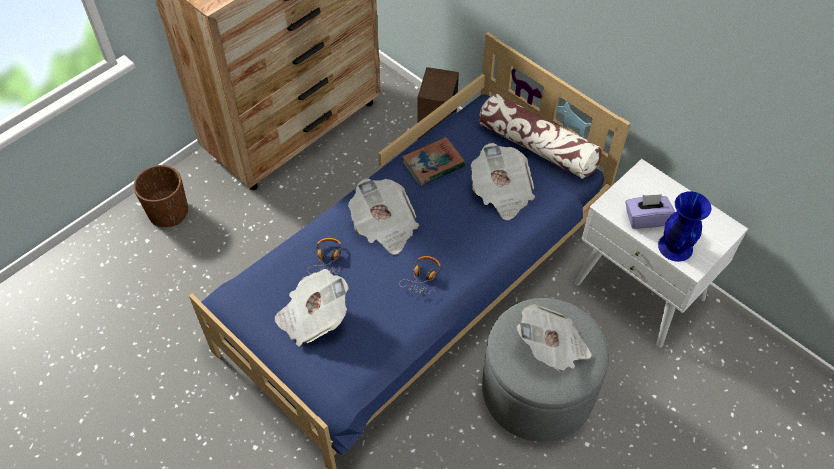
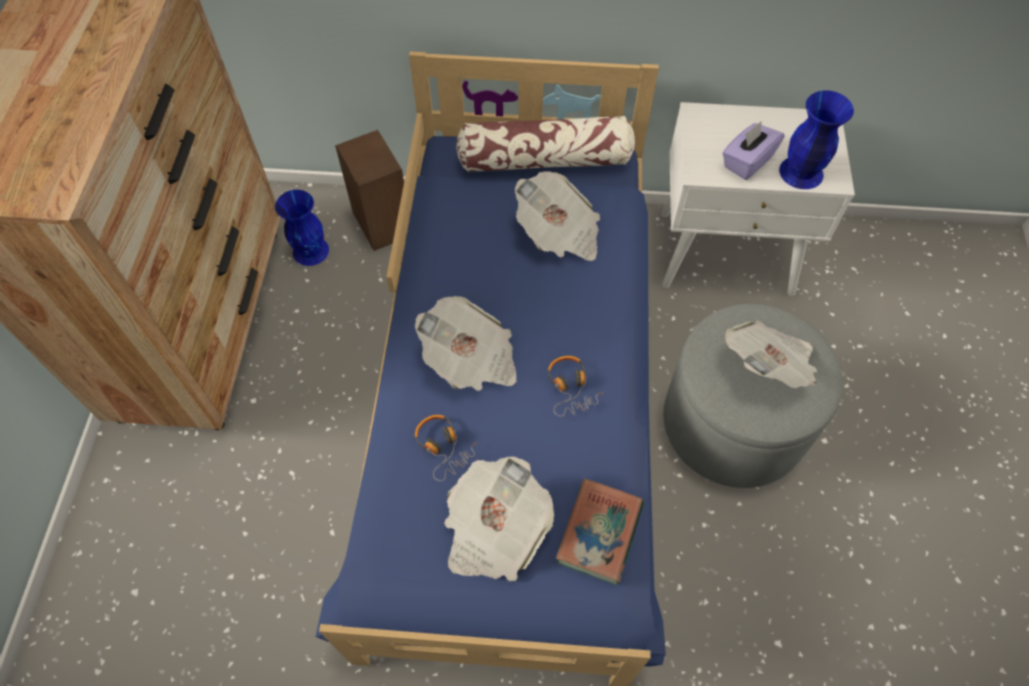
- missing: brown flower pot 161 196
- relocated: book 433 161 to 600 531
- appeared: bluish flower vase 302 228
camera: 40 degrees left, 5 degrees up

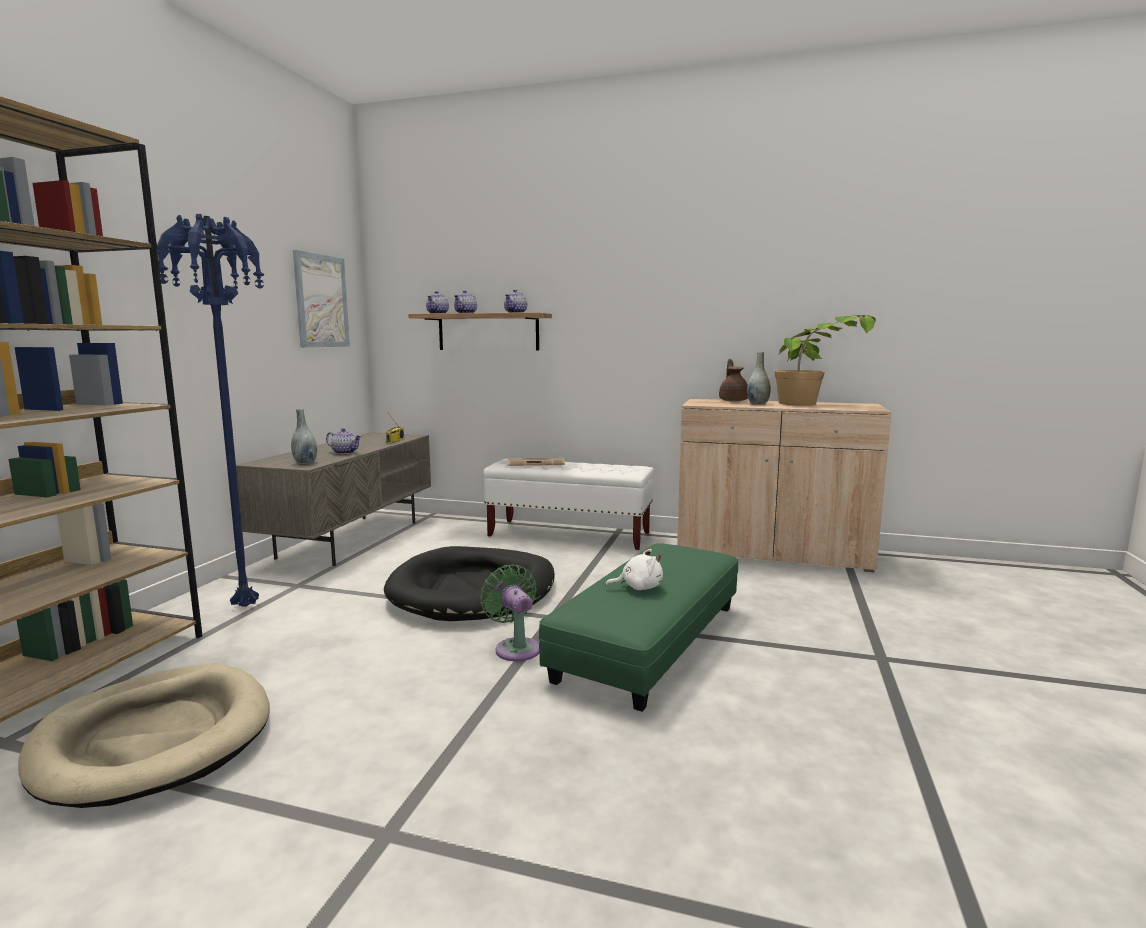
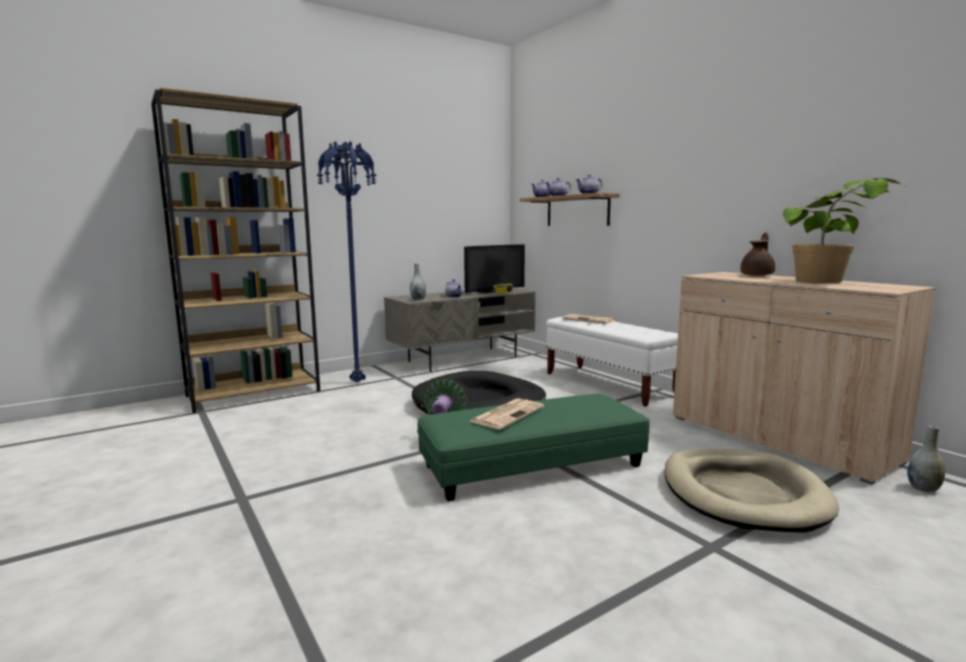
- relocated: sand-coloured dog bed 144 736 to 751 490
- missing: wall picture 321 299
- exchanged: whitish cuddly toy 634 569 to daily paper 506 413
- relocated: gray flower vase 759 378 to 926 459
- appeared: TV 494 268
camera: 40 degrees right, 0 degrees up

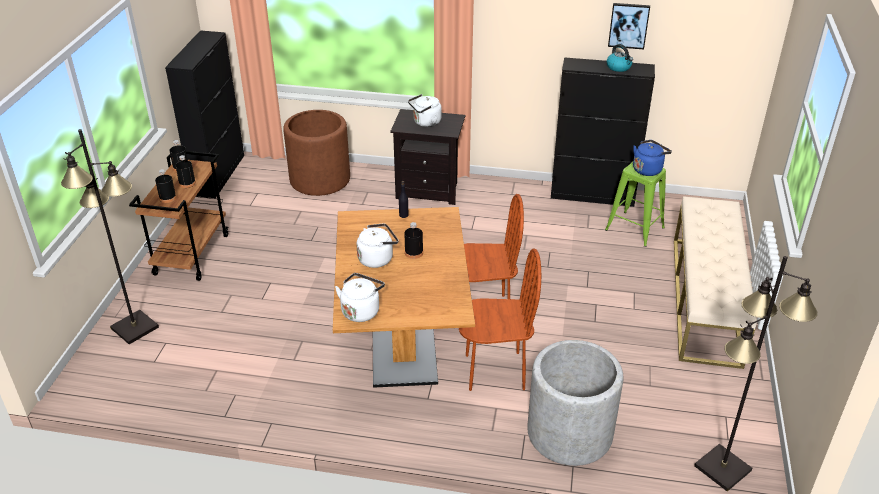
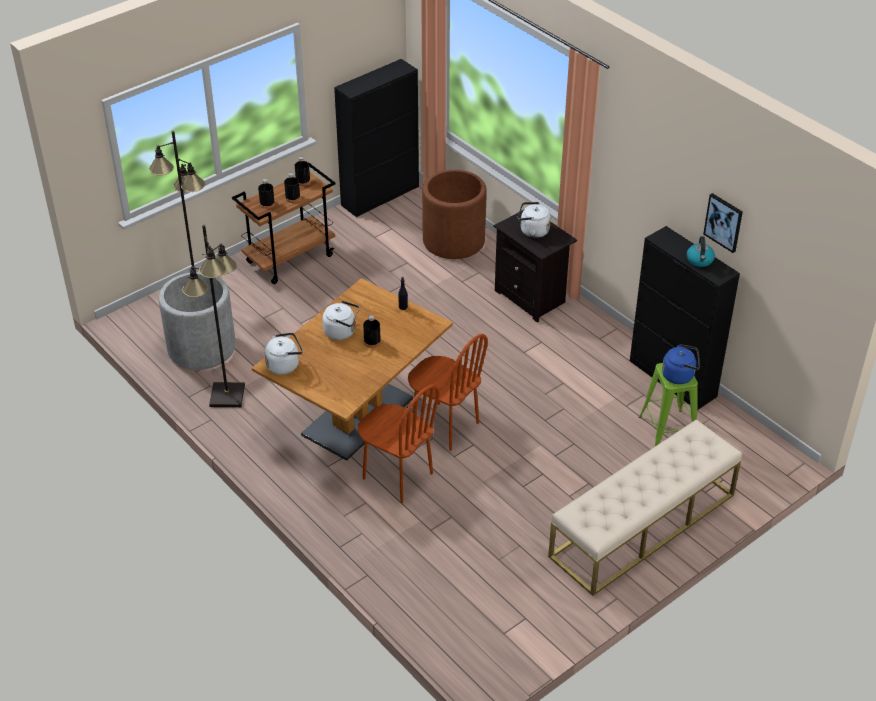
- relocated: gray flower pot 575 403 to 197 321
- relocated: black-coloured standard lamp 755 373 to 213 316
camera: 40 degrees right, 5 degrees up

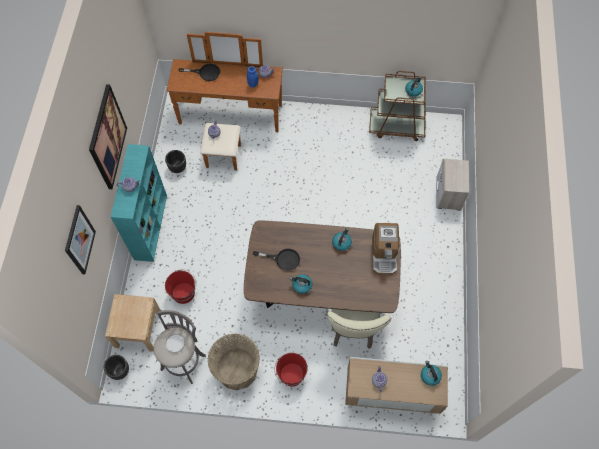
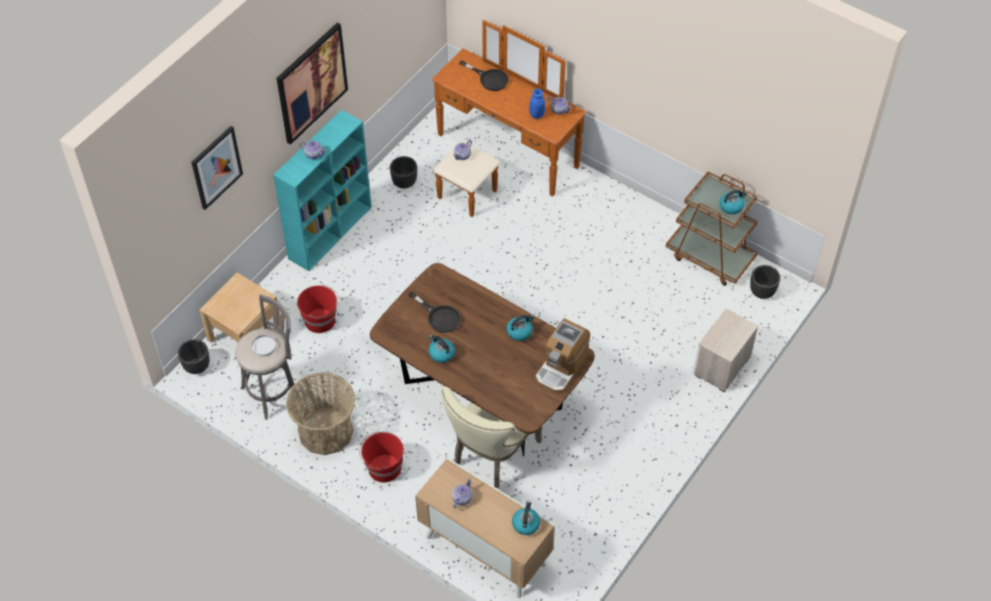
- appeared: black-coloured flower pot 765 282
camera: 30 degrees right, 10 degrees down

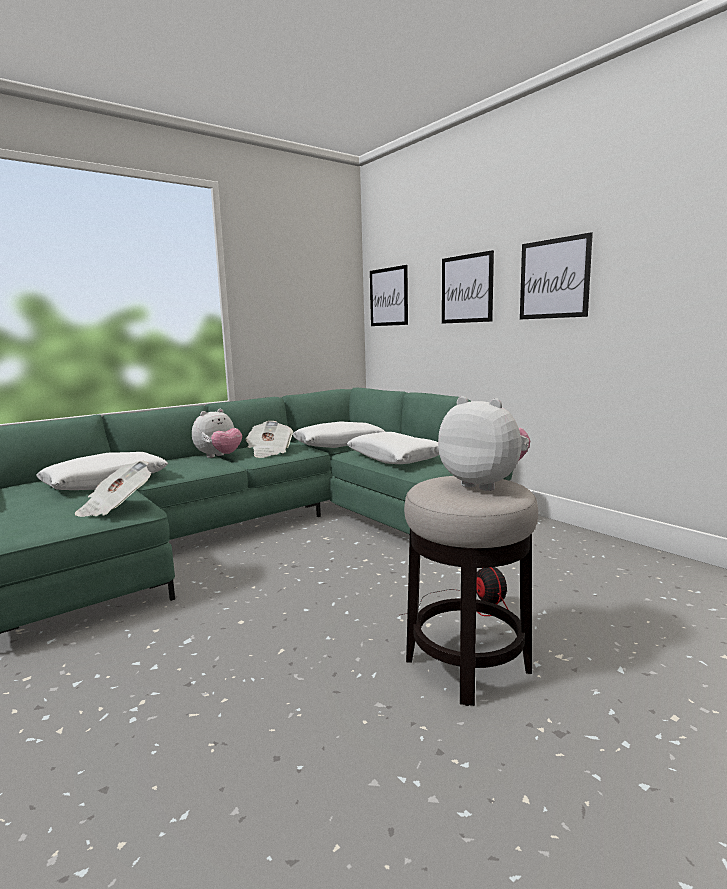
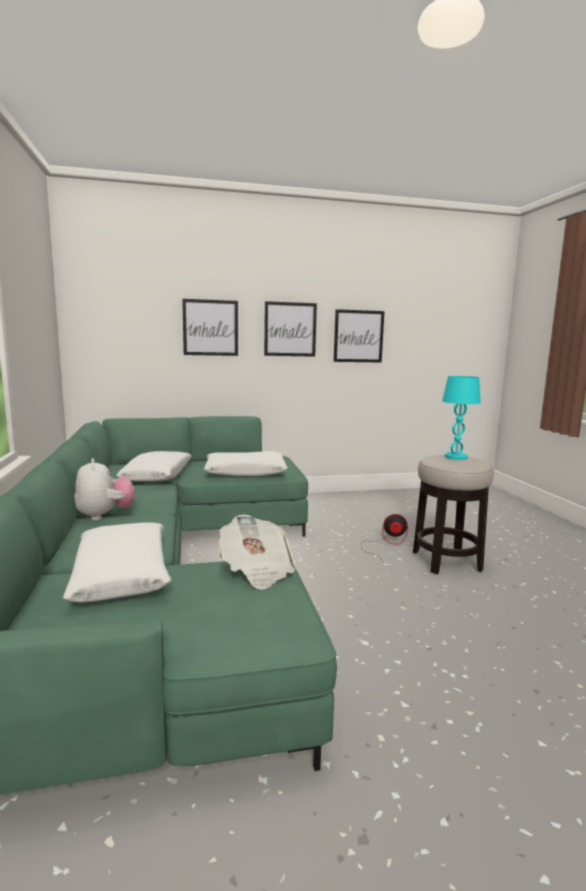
- missing: daily paper 269 439
- relocated: wall picture 389 295 to 359 336
- exchanged: cuddly toy 484 443 to turquoise-coloured table lamp 461 418
camera: 65 degrees left, 0 degrees up

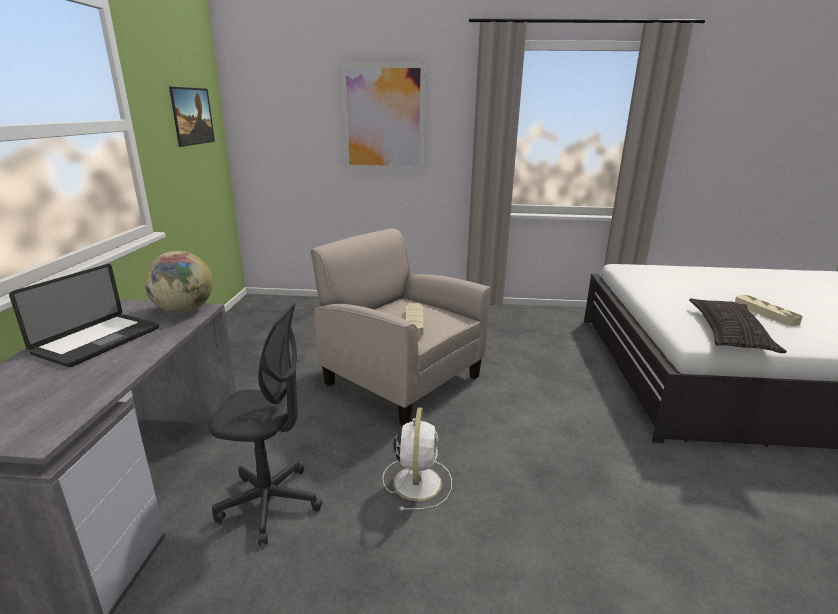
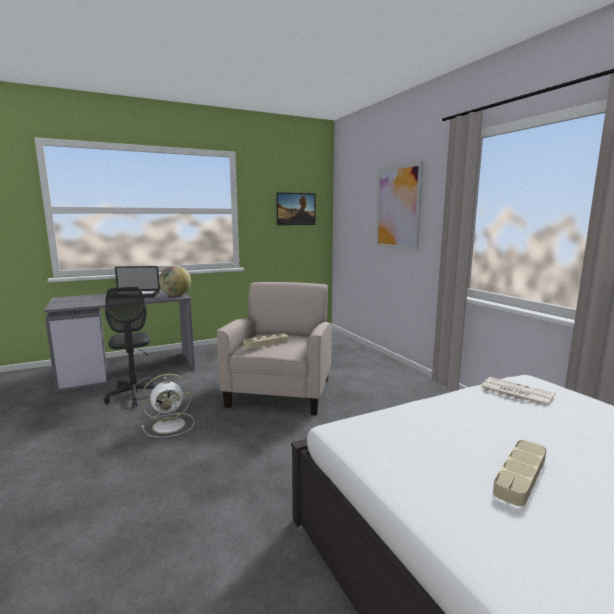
- missing: cushion 738 325
- appeared: daily paper 517 392
camera: 60 degrees right, 10 degrees down

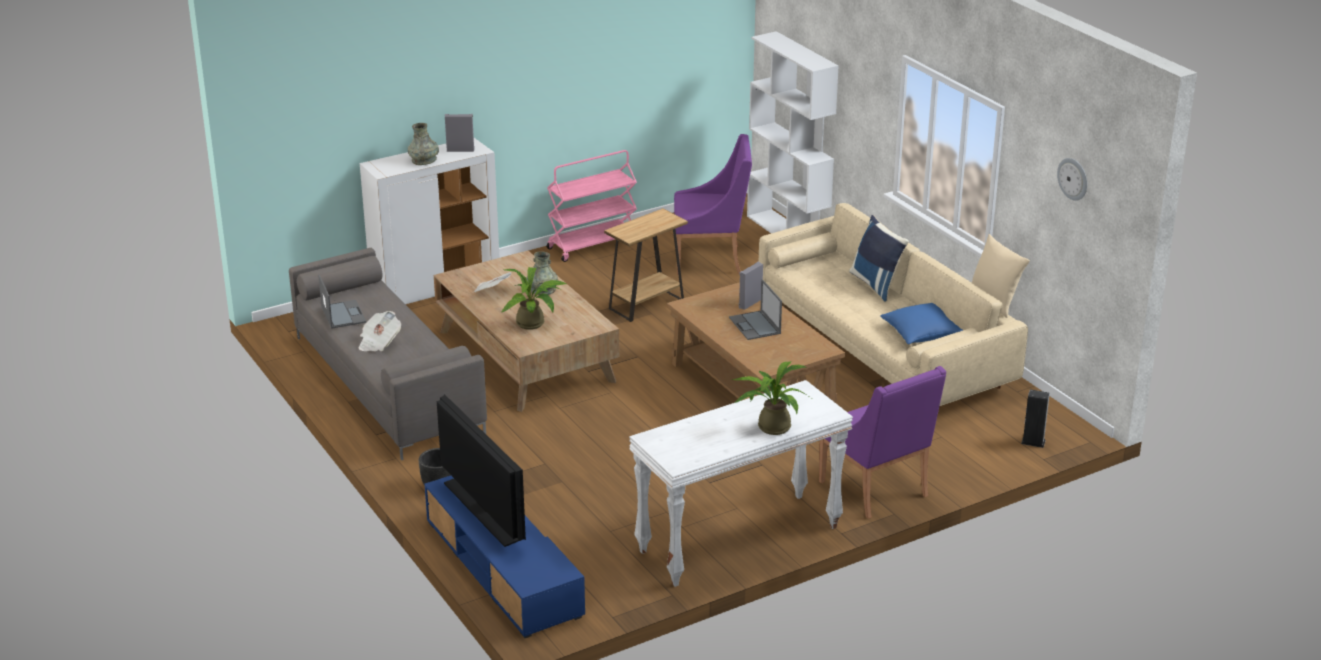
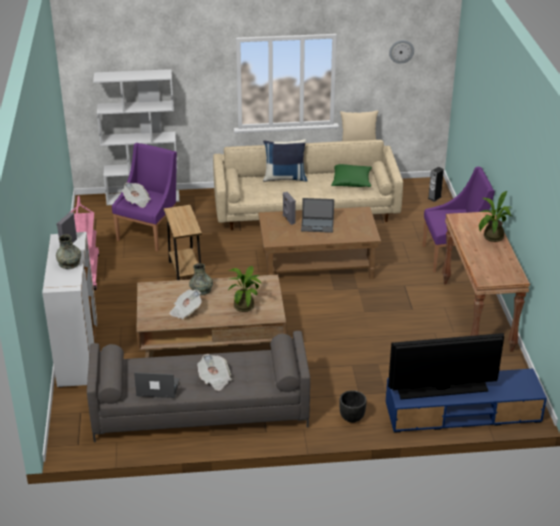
- colour: whitish narrow table 741 483 to brown narrow table 486 281
- colour: bluish cushion 921 323 to green cushion 351 175
- appeared: daily paper 136 195
camera: 65 degrees left, 5 degrees up

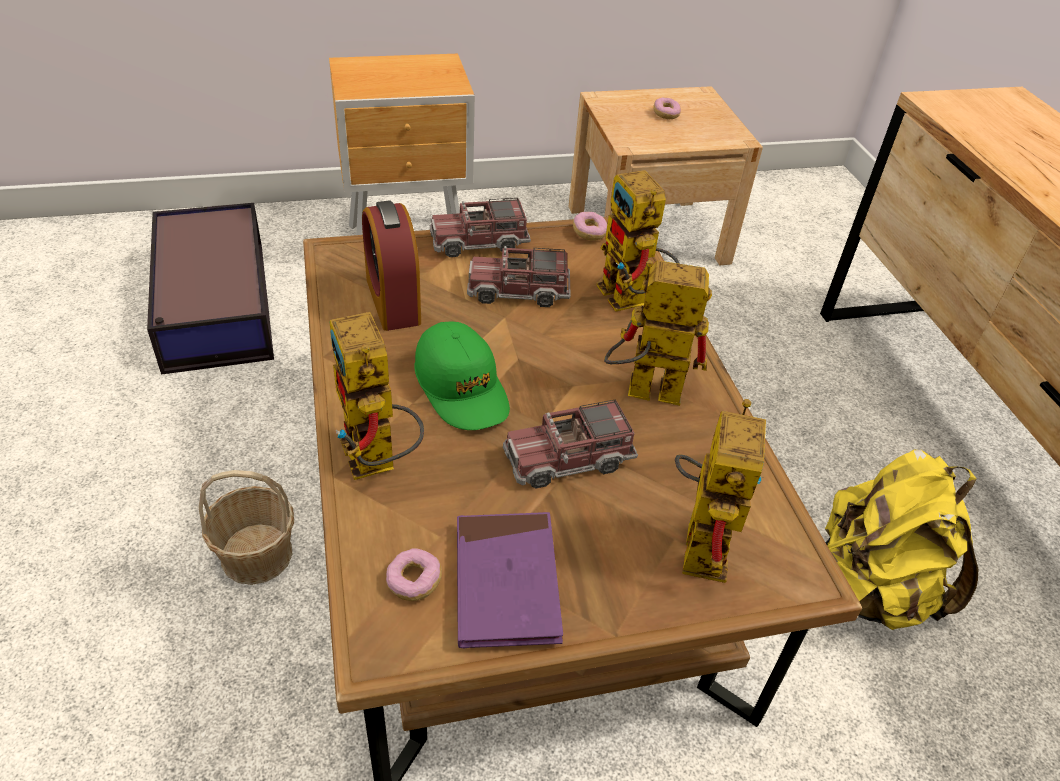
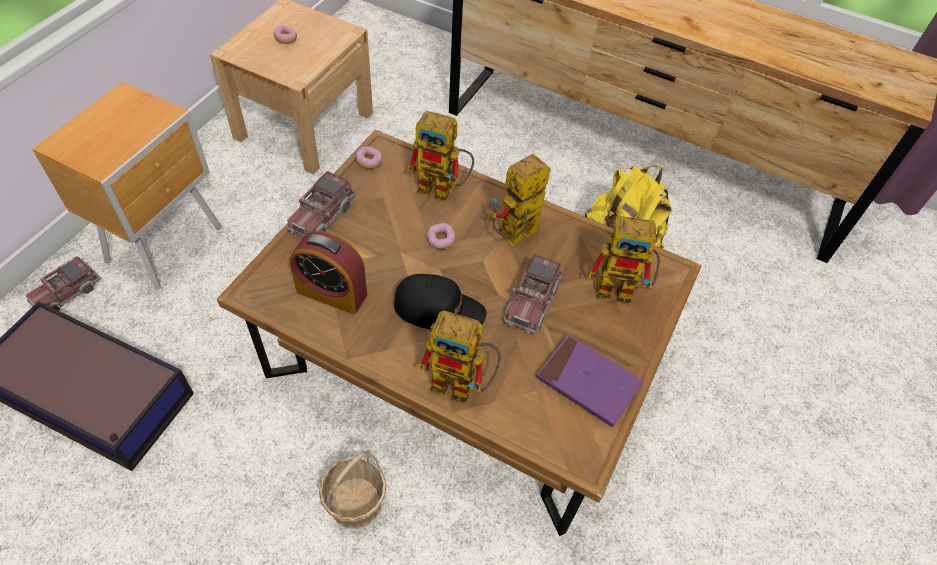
- relocated: donut 414 574 to 441 236
- colour: green peaked cap 462 375 to black-coloured peaked cap 440 302
- relocated: toy truck 518 276 to 63 283
- spun: toy robot 720 491 = 625 260 135 degrees clockwise
camera: 50 degrees left, 10 degrees up

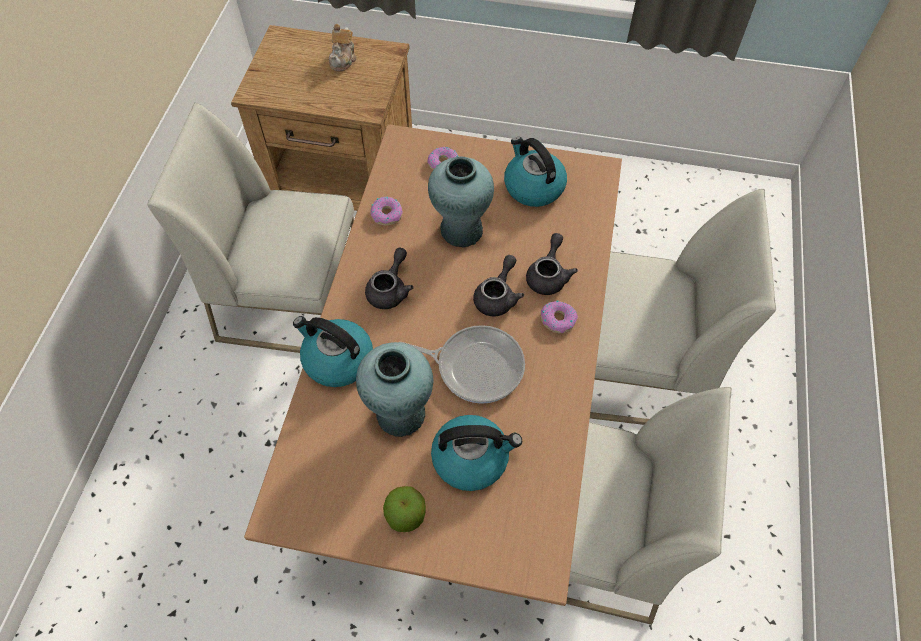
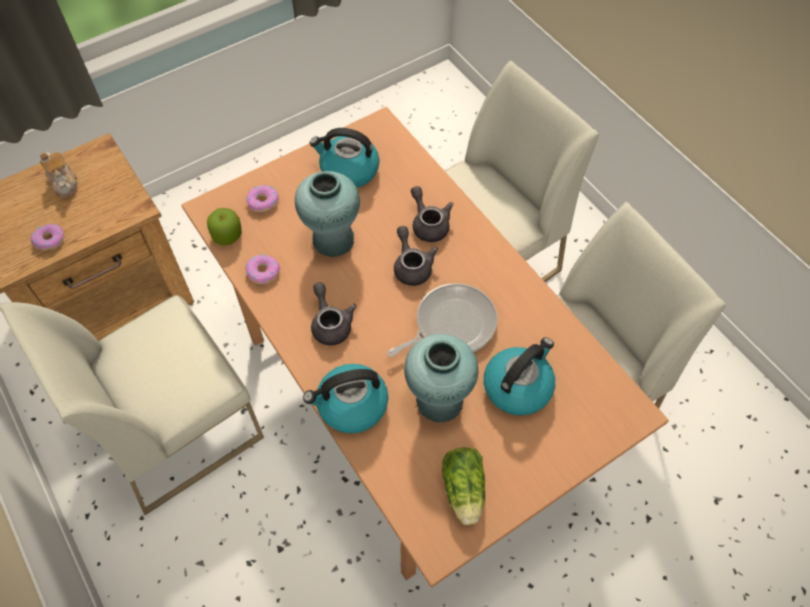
- relocated: apple 404 509 to 224 227
- relocated: donut 559 317 to 47 237
- appeared: lettuce head 463 486
camera: 45 degrees left, 0 degrees up

